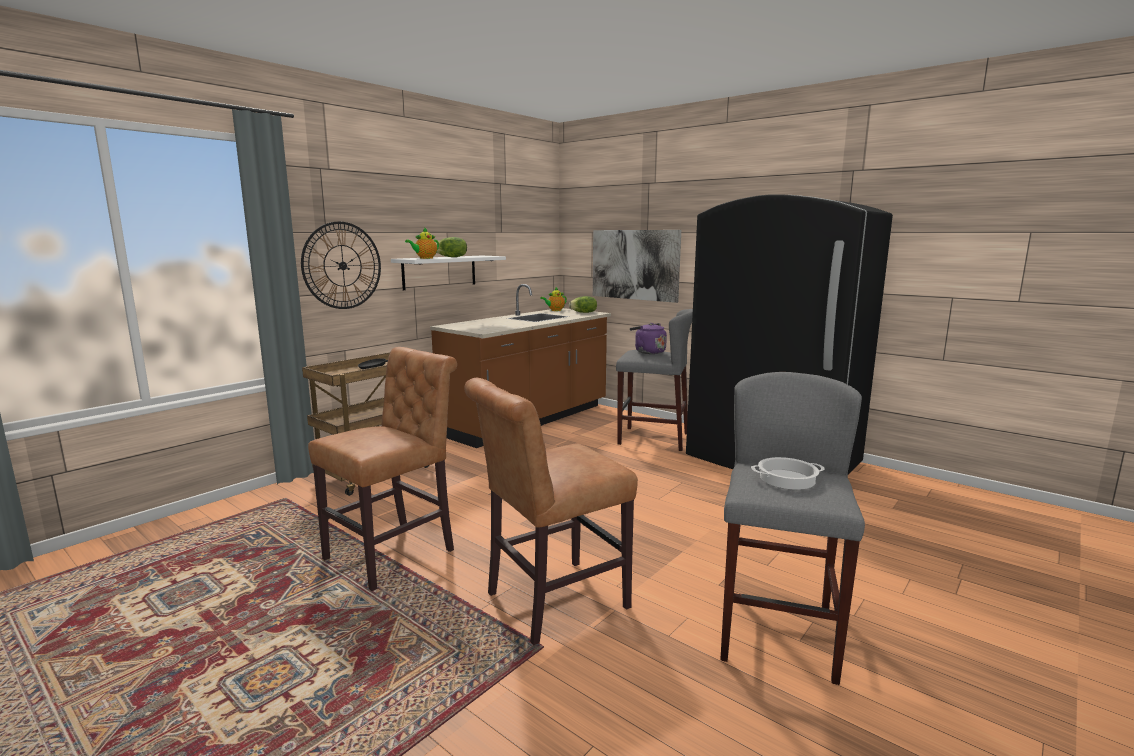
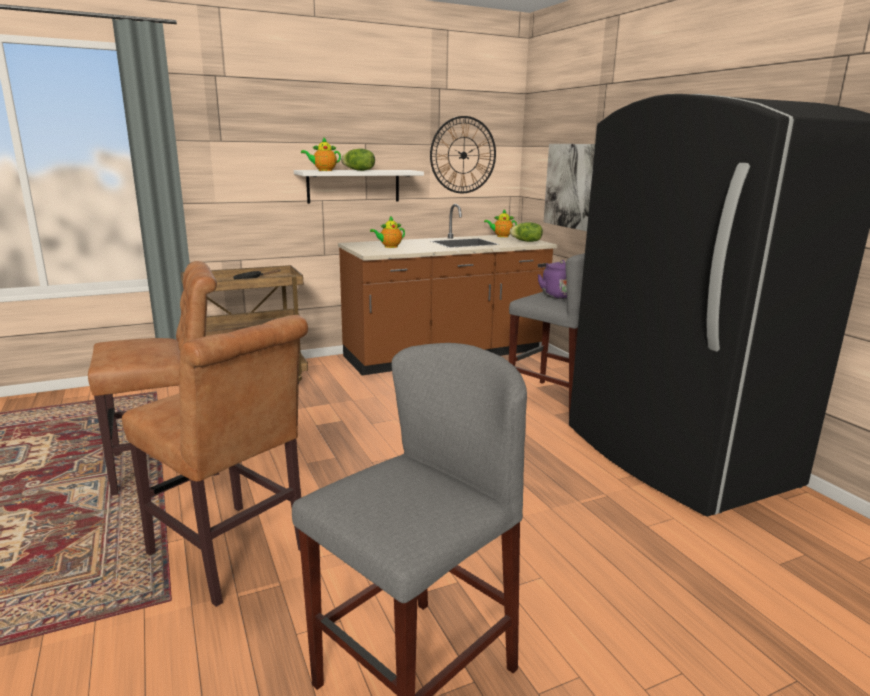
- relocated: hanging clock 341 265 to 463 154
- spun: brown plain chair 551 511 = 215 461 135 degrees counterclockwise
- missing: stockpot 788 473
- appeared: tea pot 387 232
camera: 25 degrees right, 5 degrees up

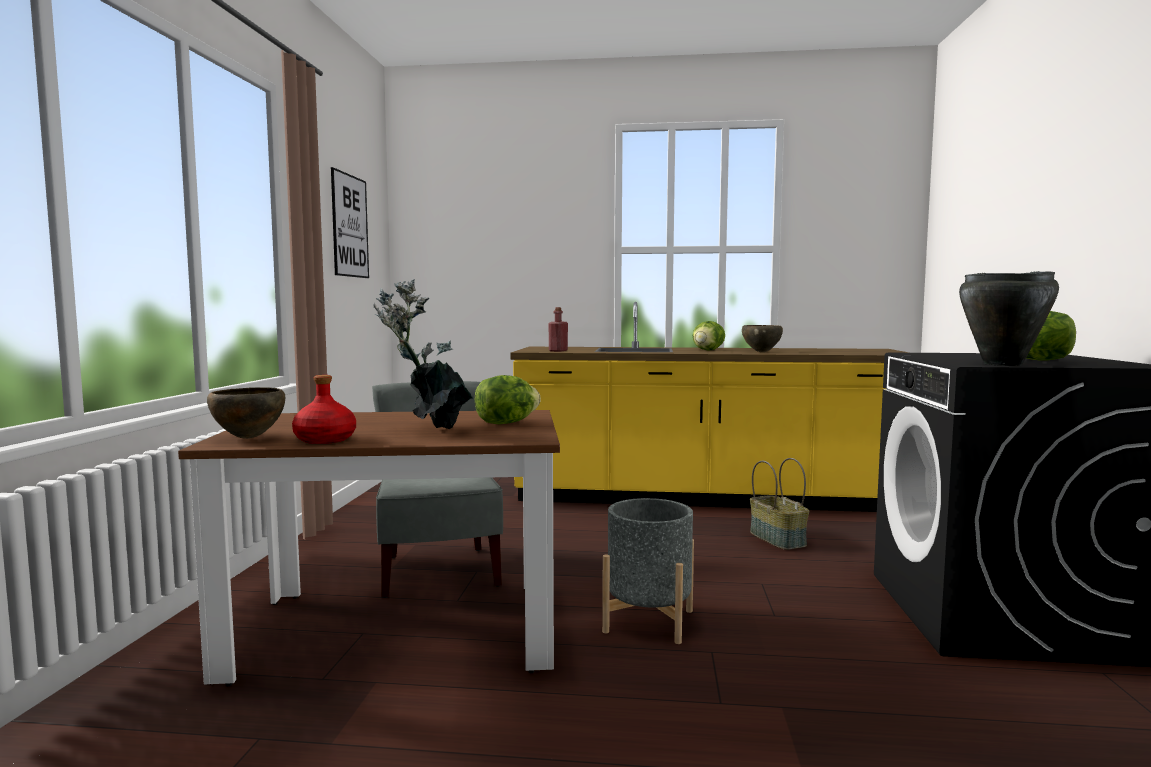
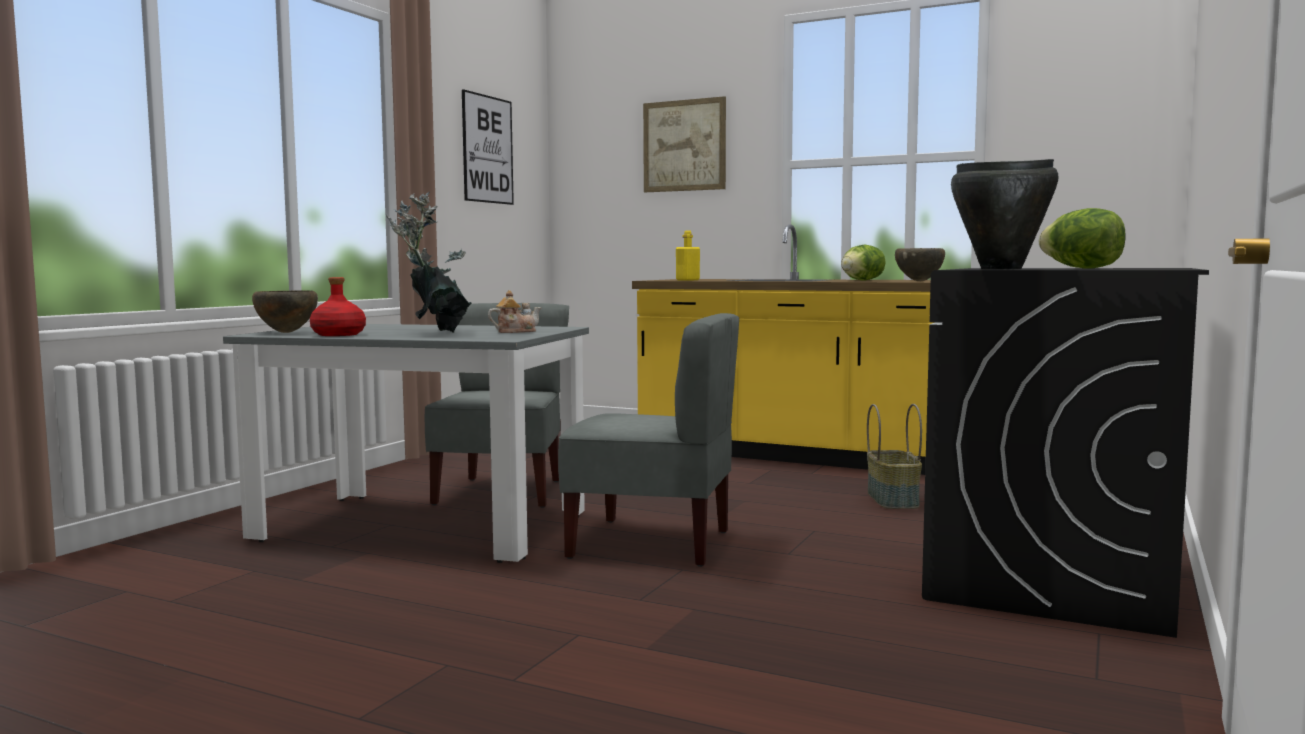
- colour: brown kitchen table 369 548 to gray kitchen table 406 443
- exchanged: lettuce head 508 399 to tea pot 515 311
- colour: reddish bottle 558 329 to yellowish bottle 688 256
- exchanged: gray flower pot 648 571 to gray plain chair 648 440
- appeared: wall picture 684 144
camera: 20 degrees right, 0 degrees up

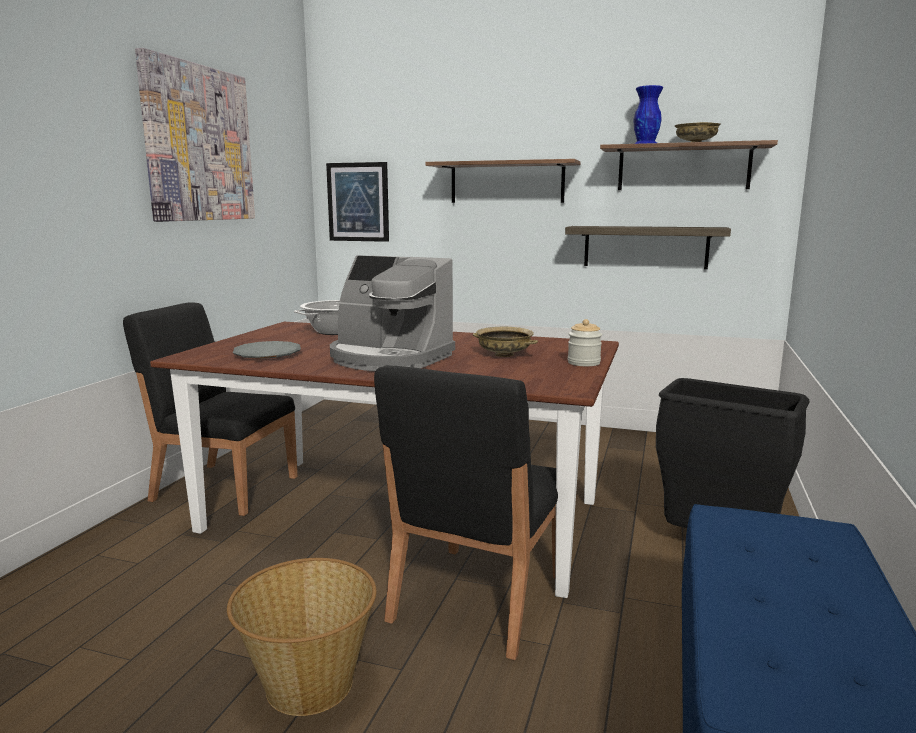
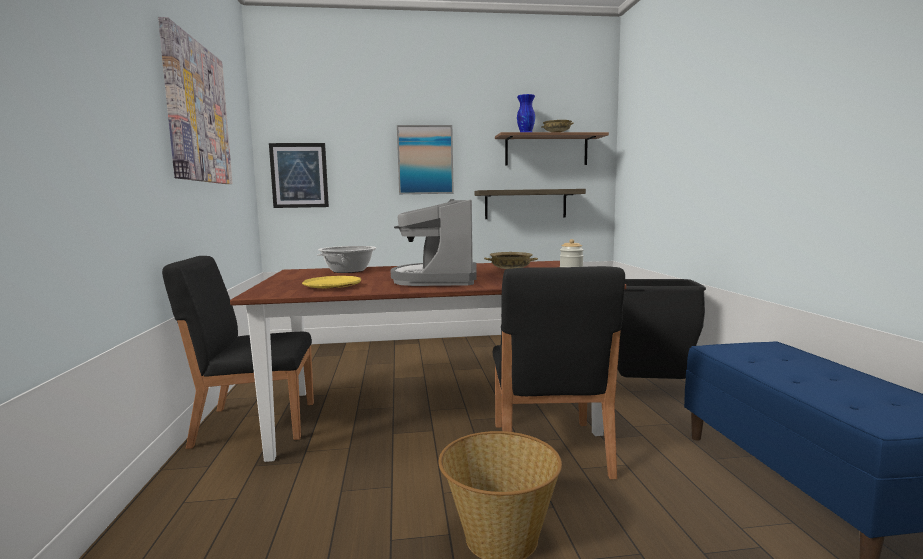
- colour: gray dinner plate 267 350 to yellowish dinner plate 331 282
- spun: coffee machine 392 313 = 434 242 90 degrees clockwise
- exchanged: bracket shelf 503 181 to wall picture 425 159
camera: 25 degrees left, 5 degrees down

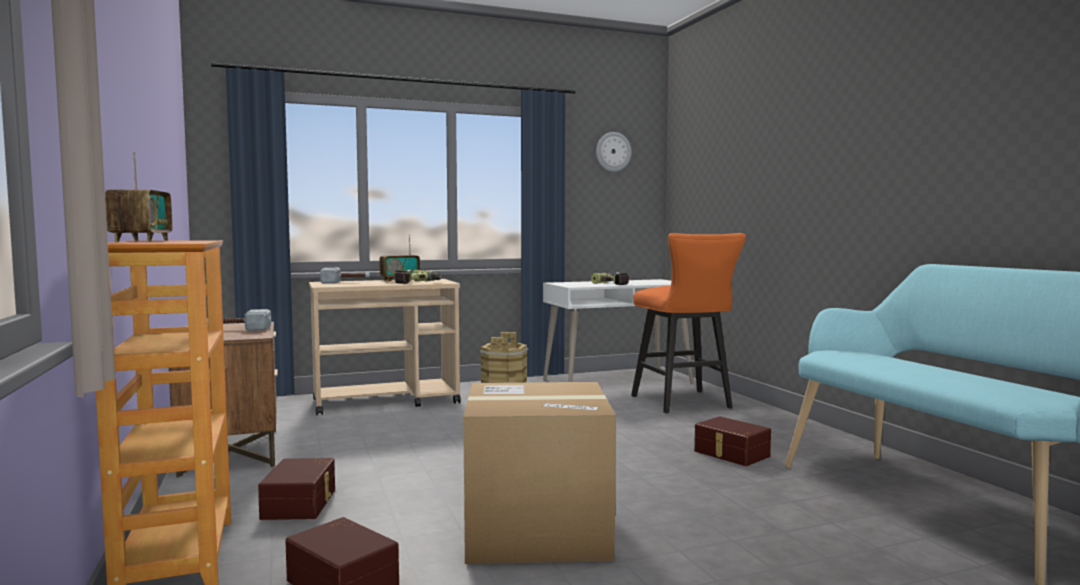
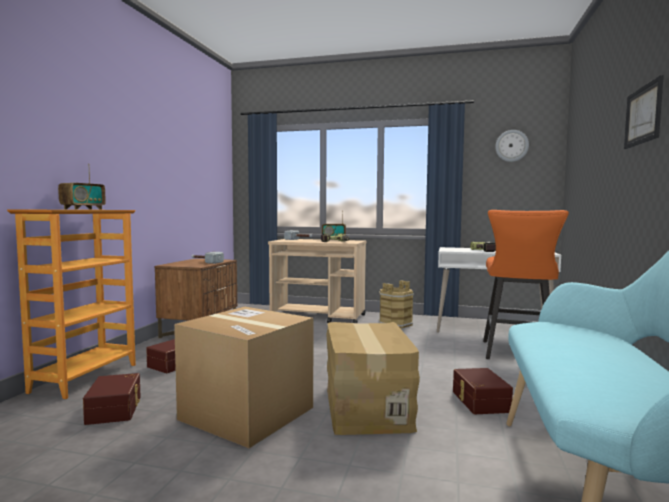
- appeared: packing box 373 378
- appeared: wall picture 644 112
camera: 35 degrees right, 0 degrees up

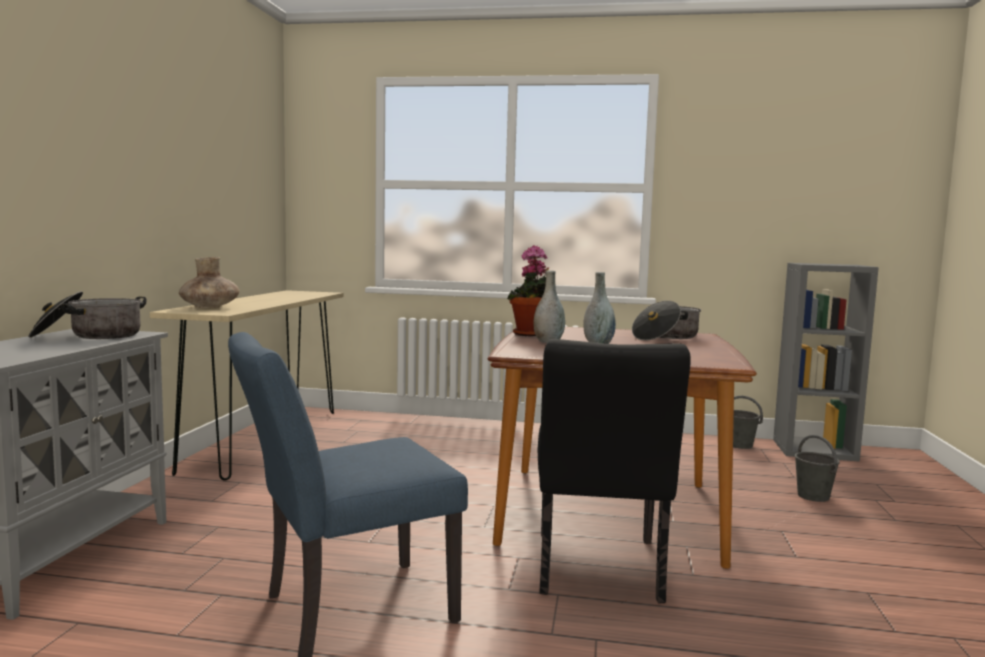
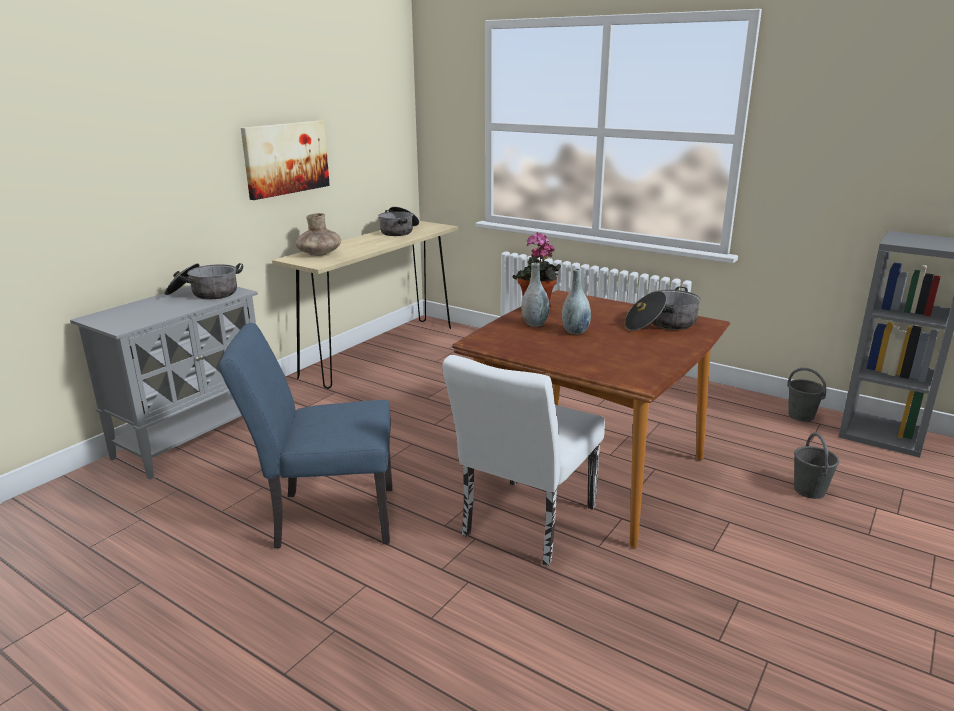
- colour: black-coloured plain chair 614 471 to whitish plain chair 523 460
- appeared: wall picture 285 160
- appeared: stockpot 398 221
camera: 25 degrees right, 15 degrees up

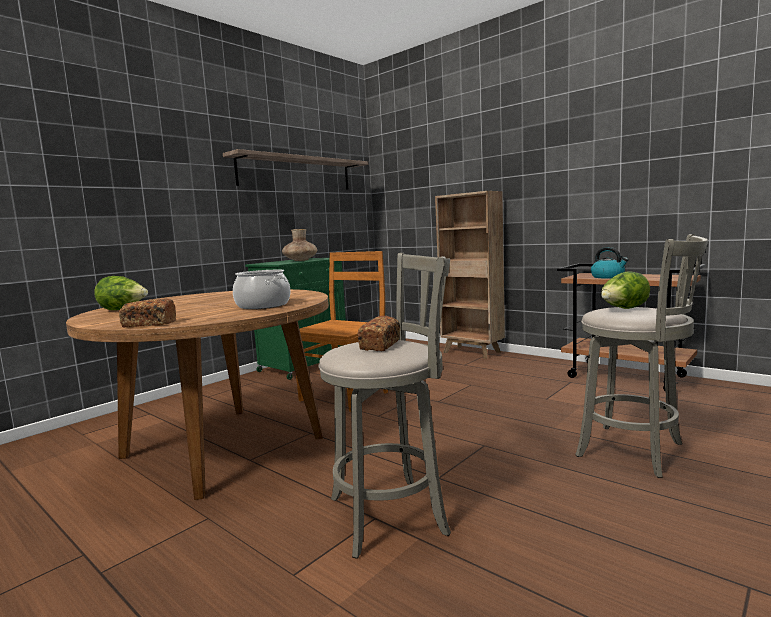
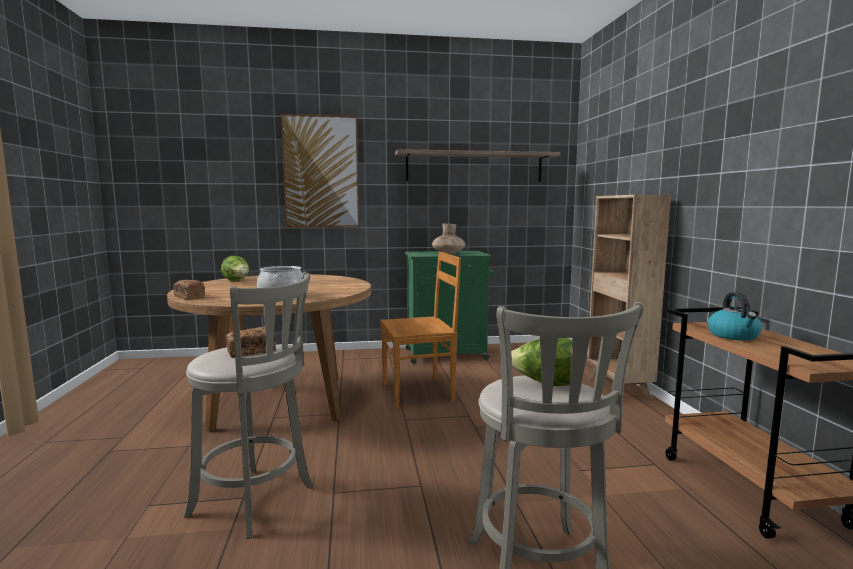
- appeared: wall picture 320 171
camera: 40 degrees right, 0 degrees up

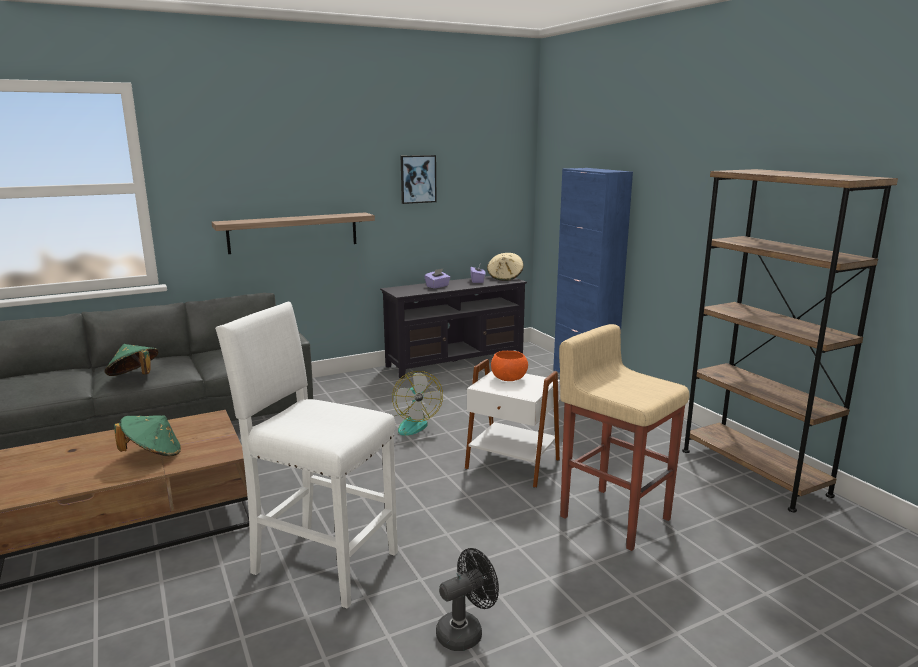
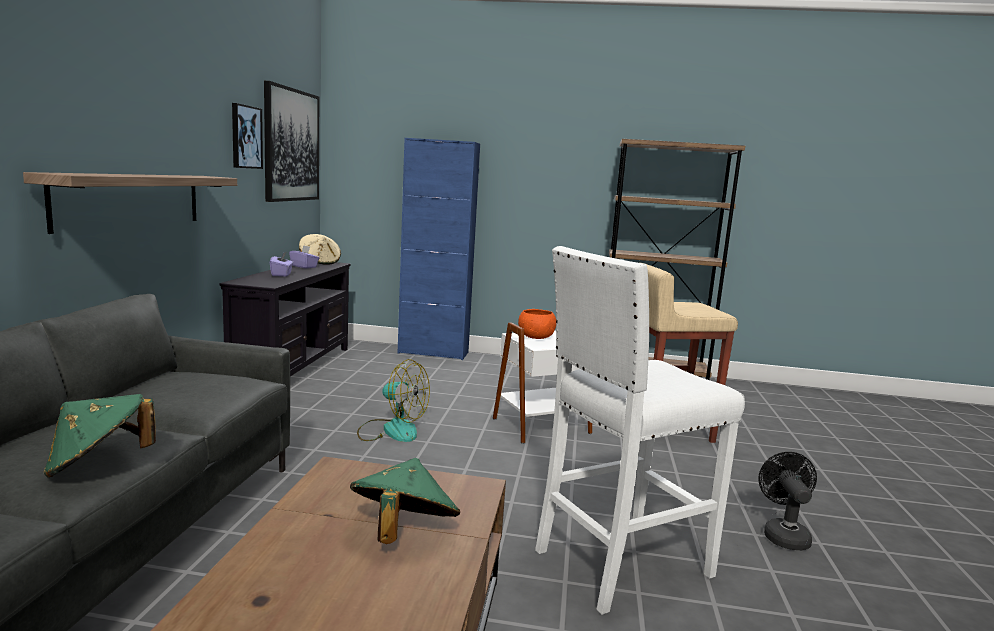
- appeared: wall picture 291 141
camera: 55 degrees left, 5 degrees down

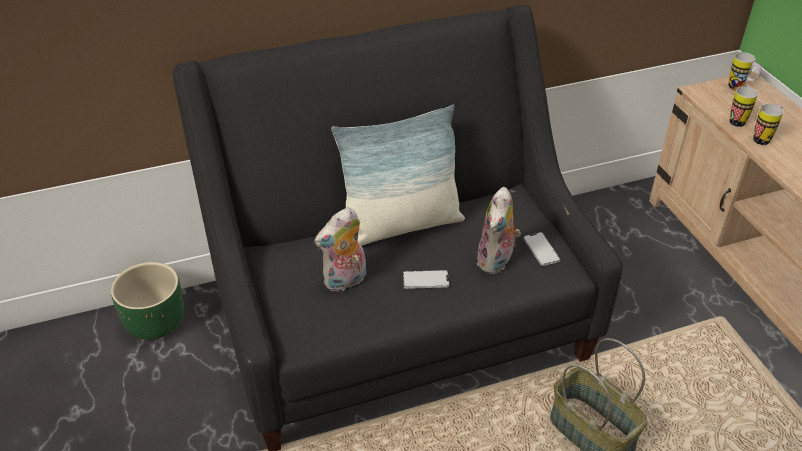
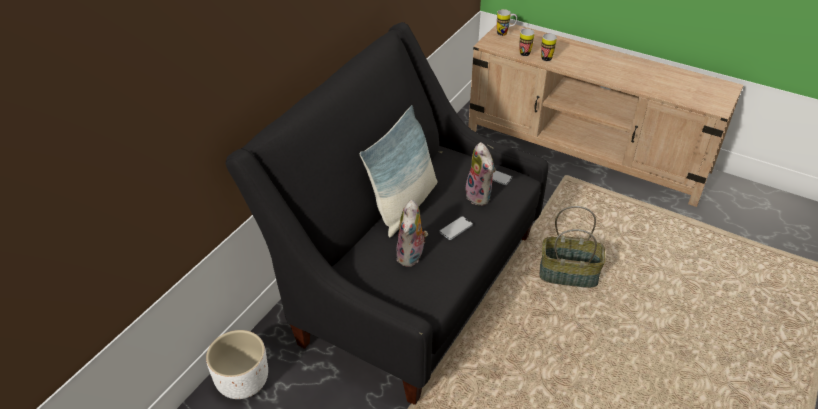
- colour: green flower pot 147 301 to whitish flower pot 237 364
camera: 40 degrees left, 0 degrees up

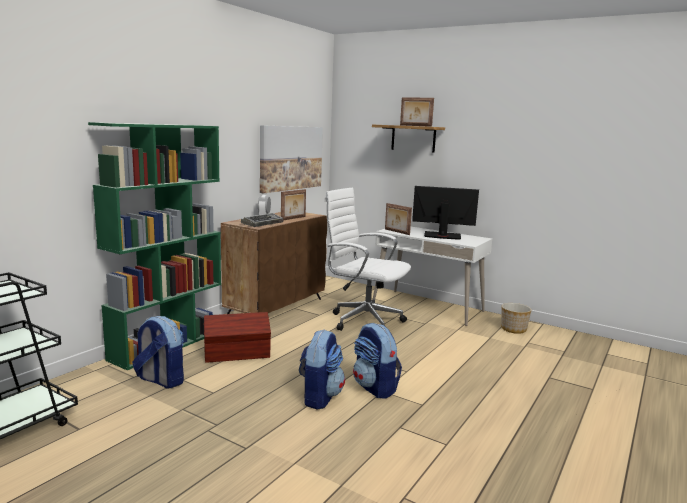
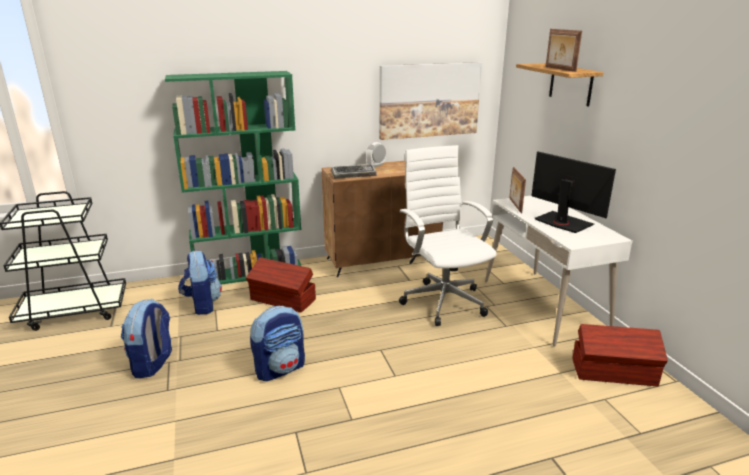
- missing: standing frame 293 204
- relocated: backpack 377 361 to 146 338
- exchanged: flower pot 516 318 to brown storage bin 620 355
camera: 40 degrees right, 10 degrees up

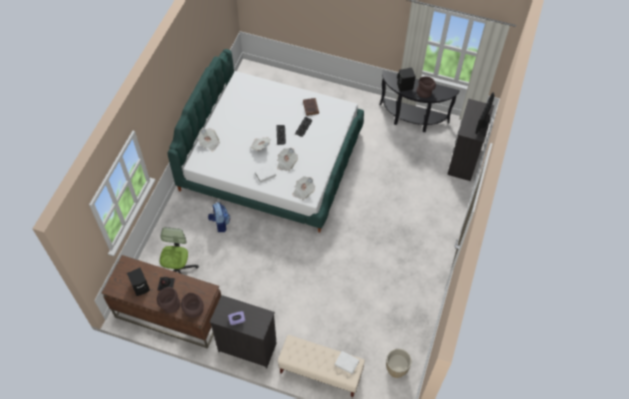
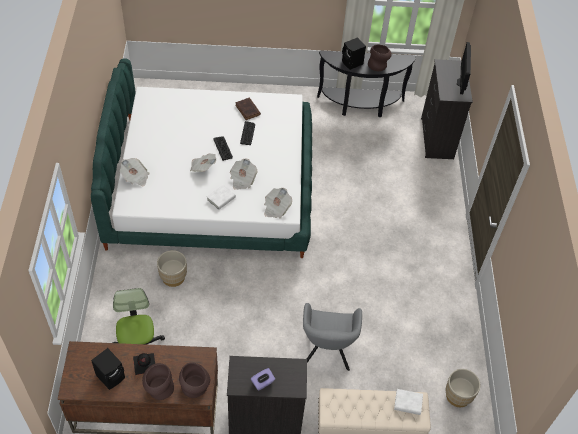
- exchanged: backpack 219 217 to sand-coloured flower pot 172 268
- appeared: gray easy chair 332 337
camera: 20 degrees left, 5 degrees down

